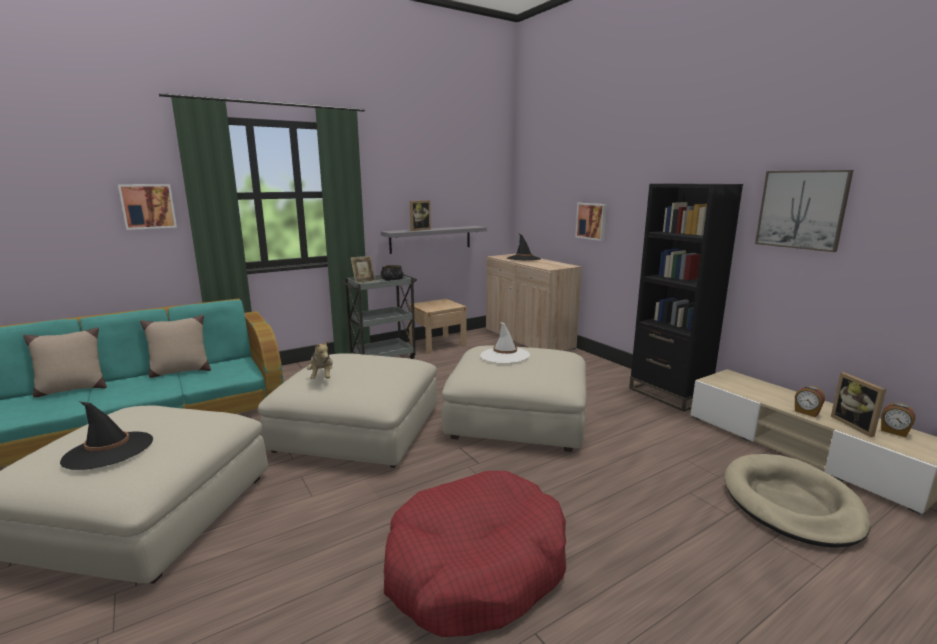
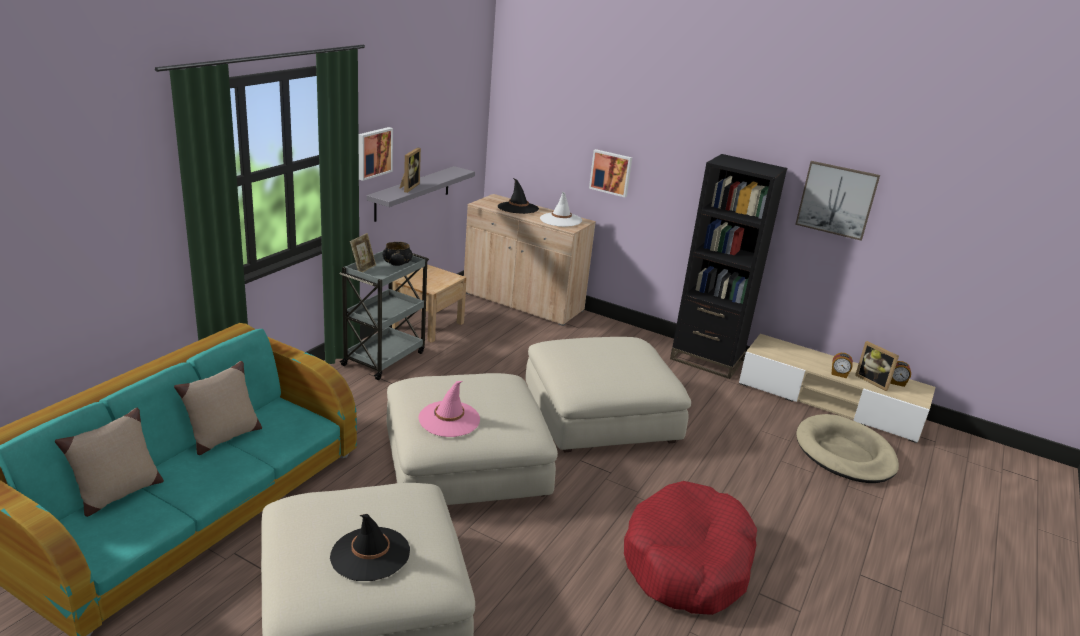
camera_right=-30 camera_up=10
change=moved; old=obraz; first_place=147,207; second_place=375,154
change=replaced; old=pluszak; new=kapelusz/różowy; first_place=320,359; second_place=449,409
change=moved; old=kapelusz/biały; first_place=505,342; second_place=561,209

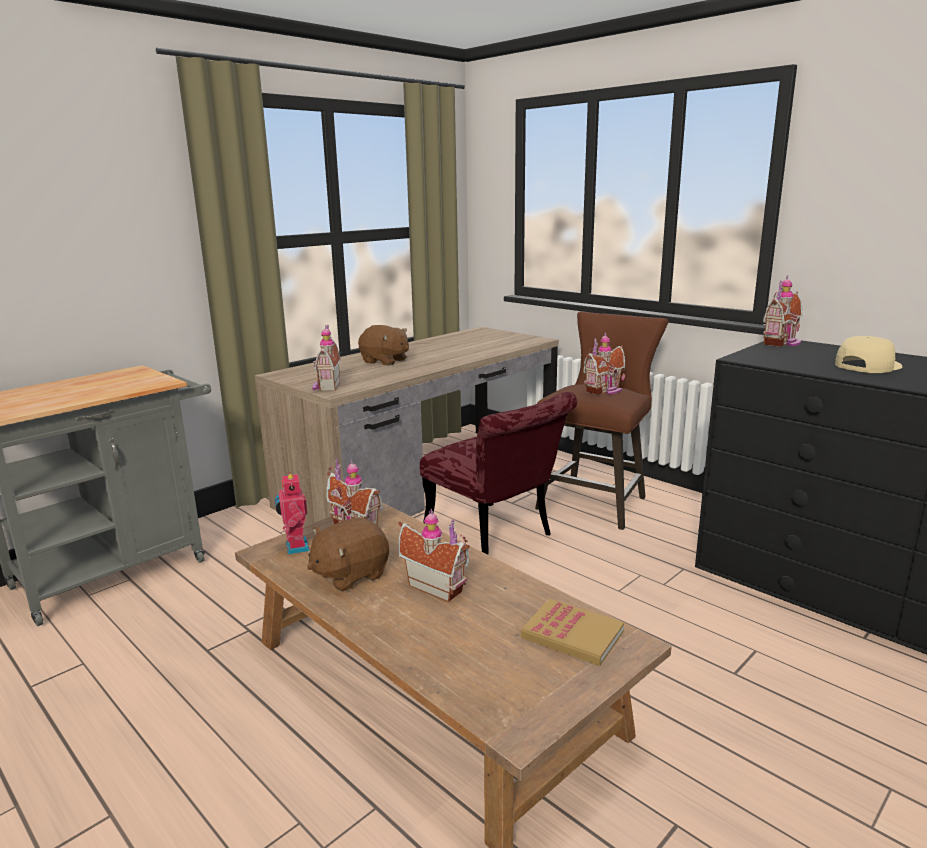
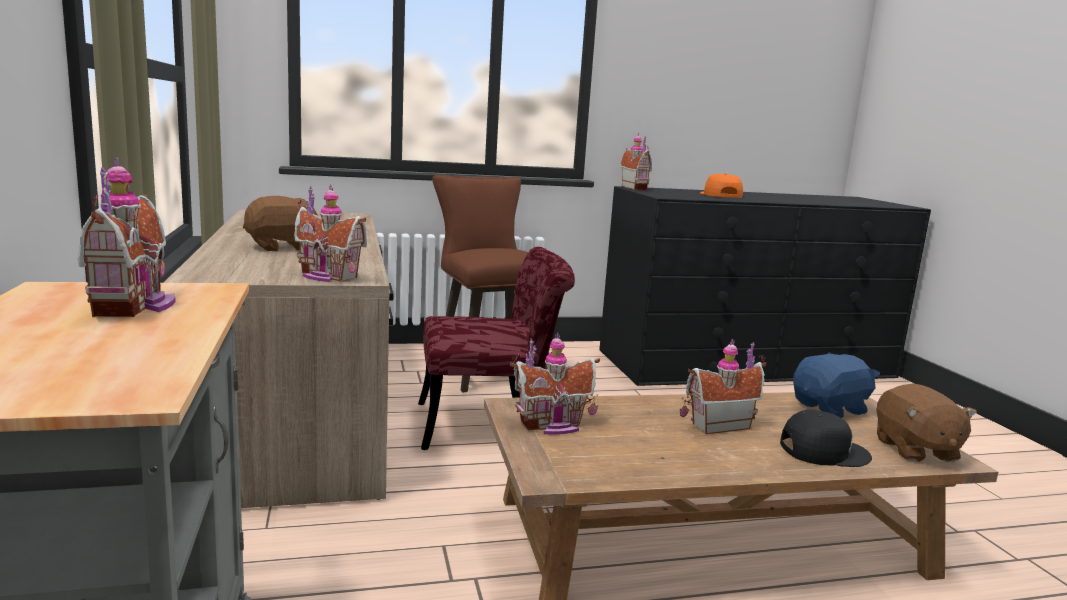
camera_right=-60 camera_up=-5
change=removed; old=robot zabawkowy; first_place=292,513
change=moved; old=pluszak/brązowy; first_place=348,555; second_place=926,422
change=replaced; old=książka; new=pluszak/niebieski; first_place=572,632; second_place=836,385
change=moved; old=domek; first_place=604,363; second_place=127,237
change=recoloured; old=czapka z daszkiem/beżowy; new=czapka z daszkiem/pomarańczowy; first_place=868,354; second_place=721,185
change=added; new=czapka z daszkiem/czarny; second_place=826,438

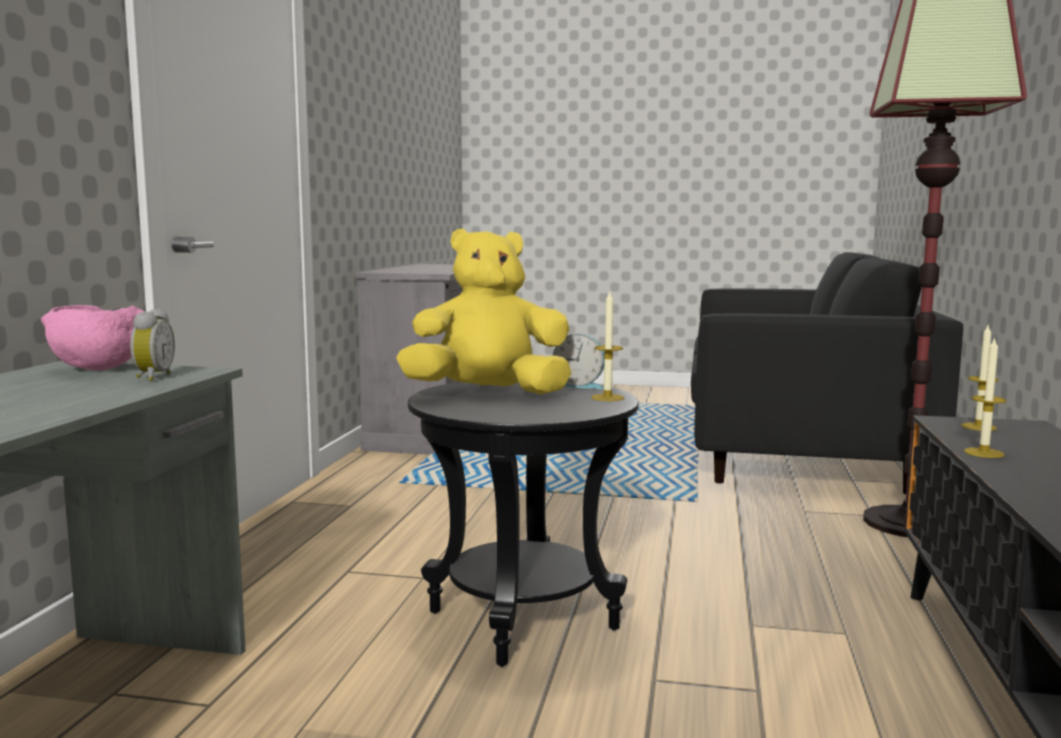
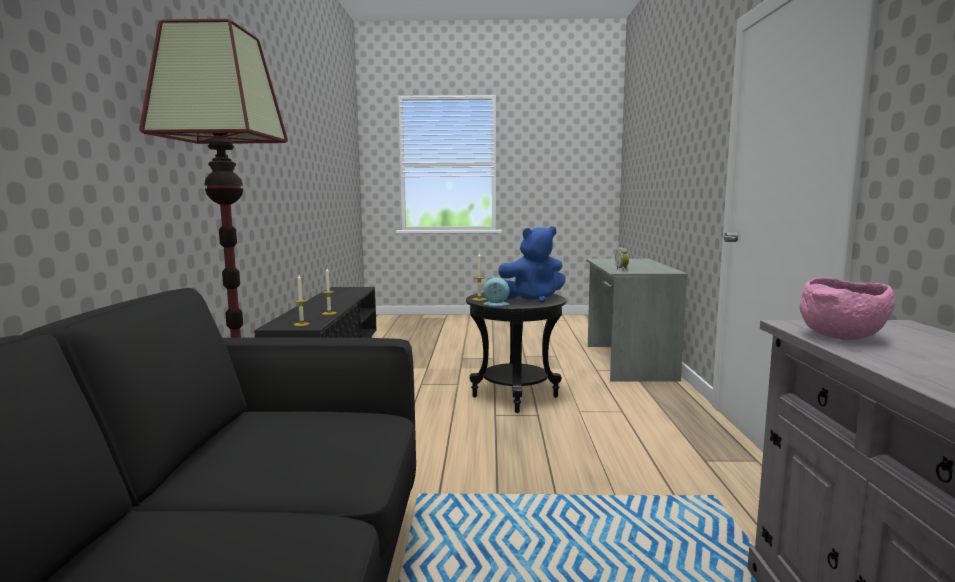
camera_right=170 camera_up=0
change=moved; old=miska/różowy; first_place=93,337; second_place=847,308
change=recoloured; old=pluszak/żółty; new=pluszak/niebieski; first_place=484,311; second_place=532,264

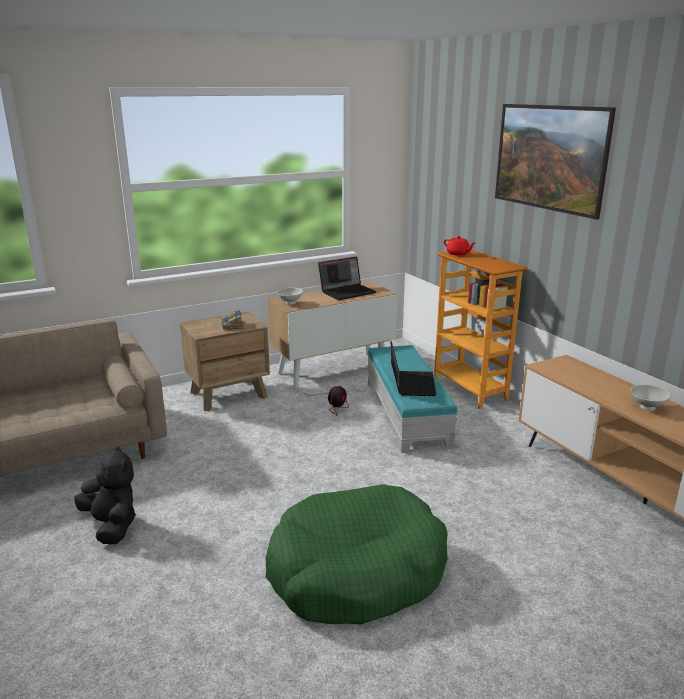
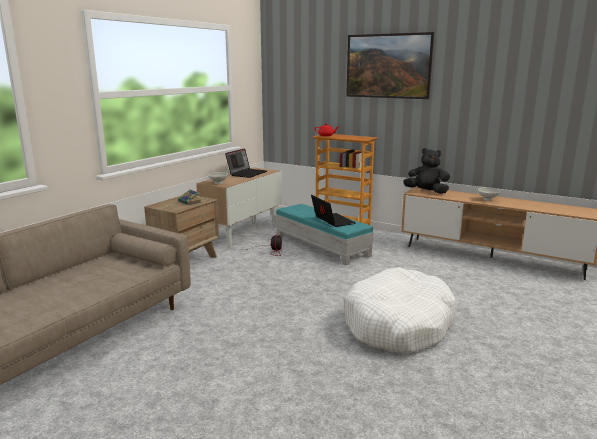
camera_right=-30 camera_up=-5
change=moved; old=pluszak/czarny; first_place=105,495; second_place=426,171
change=recoloured; old=legowisko/zielony; new=legowisko/biały; first_place=356,554; second_place=400,310

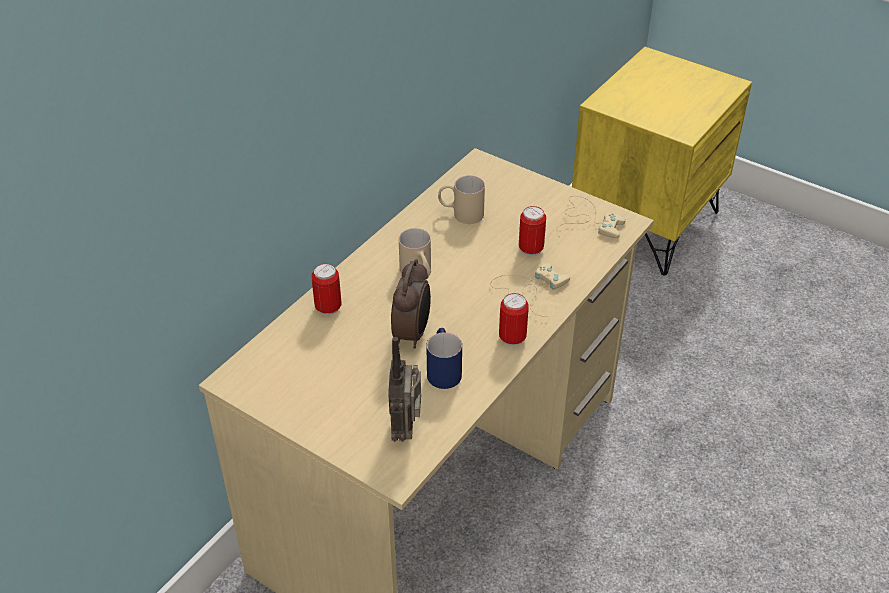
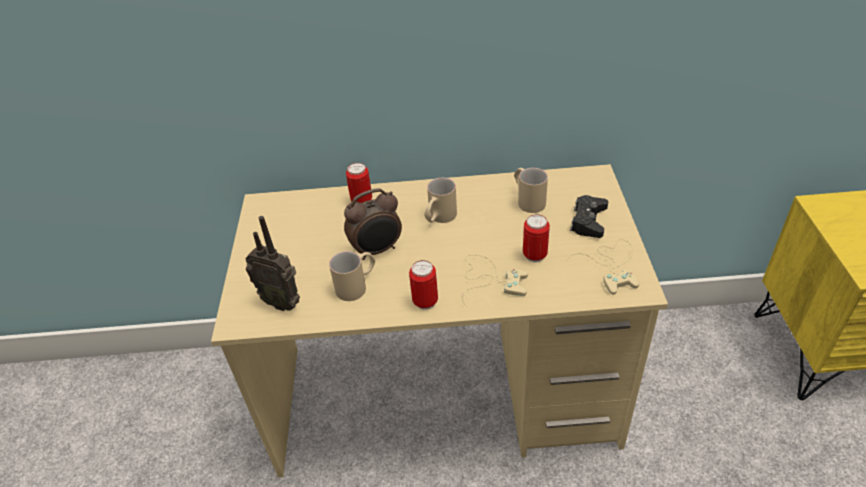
camera_right=55 camera_up=0
change=turned; old=radio; first_place=404,389; second_place=272,263; degrees=-120
change=recoloured; old=kubek/niebieski; new=kubek/beżowy; first_place=444,358; second_place=352,276
change=added; new=pad do gier/czarny; second_place=589,216

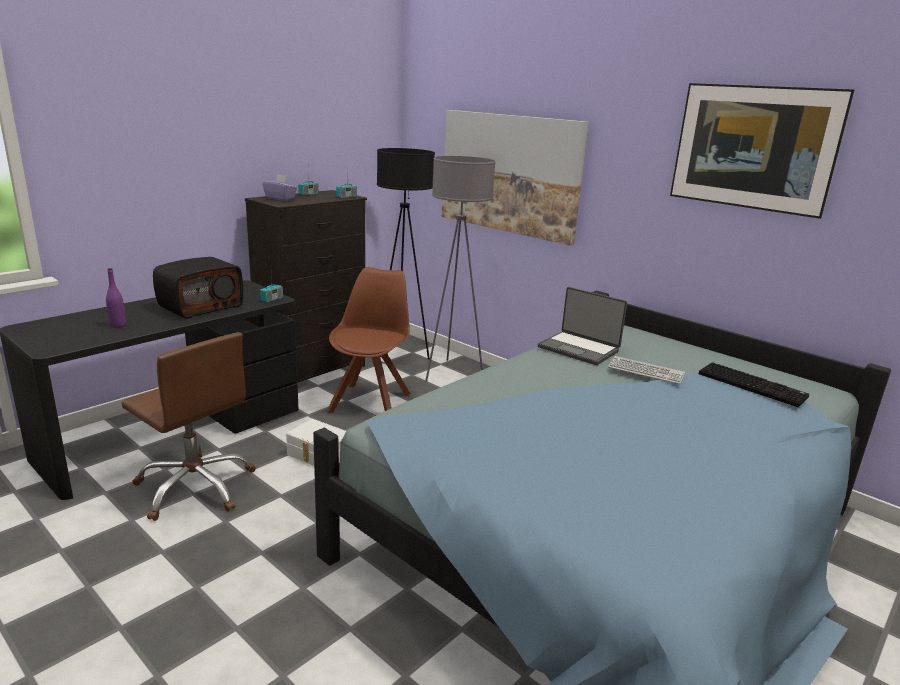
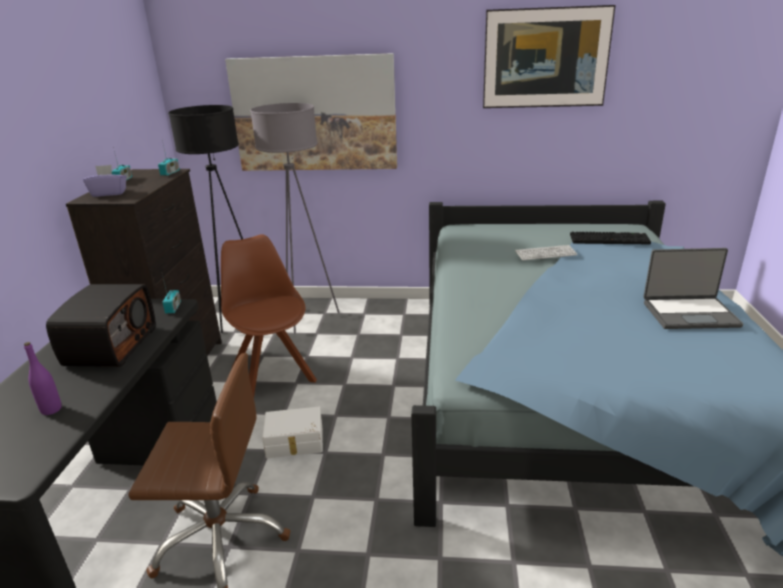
camera_right=-35 camera_up=5
change=moved; old=laptop; first_place=582,326; second_place=693,288

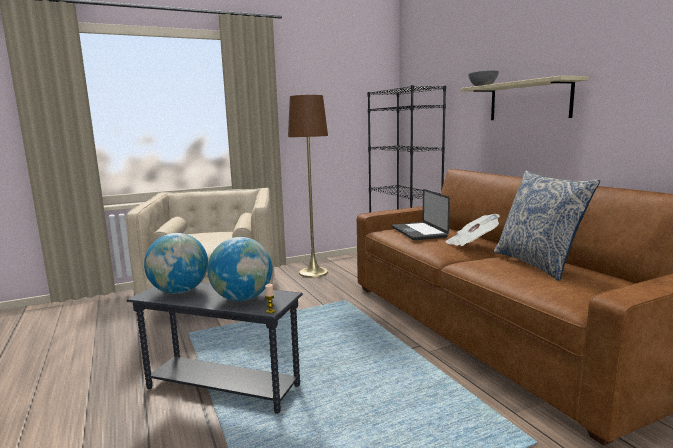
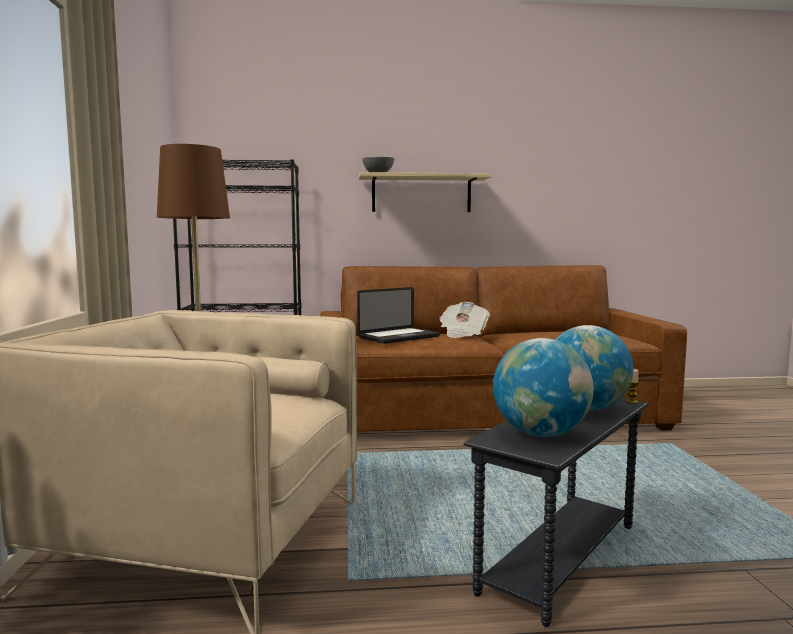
camera_right=-70 camera_up=-5
change=turned; old=laptop; first_place=421,214; second_place=398,315; degrees=-45
change=removed; old=poduszka; first_place=547,226

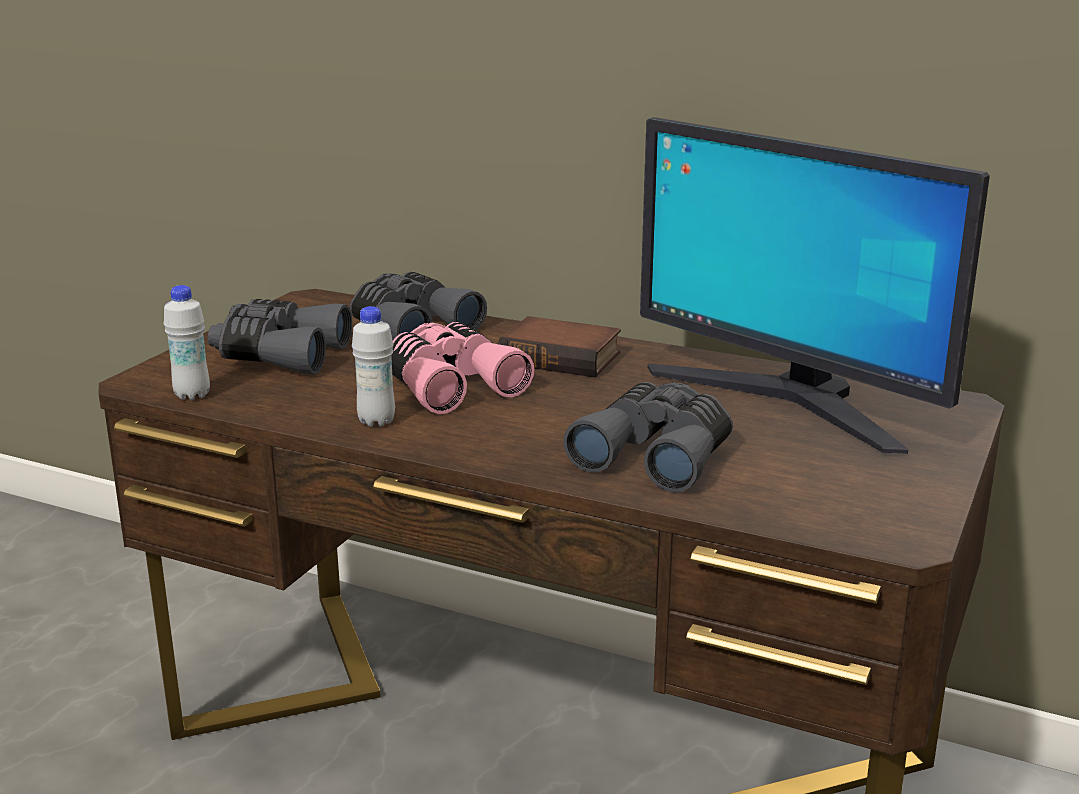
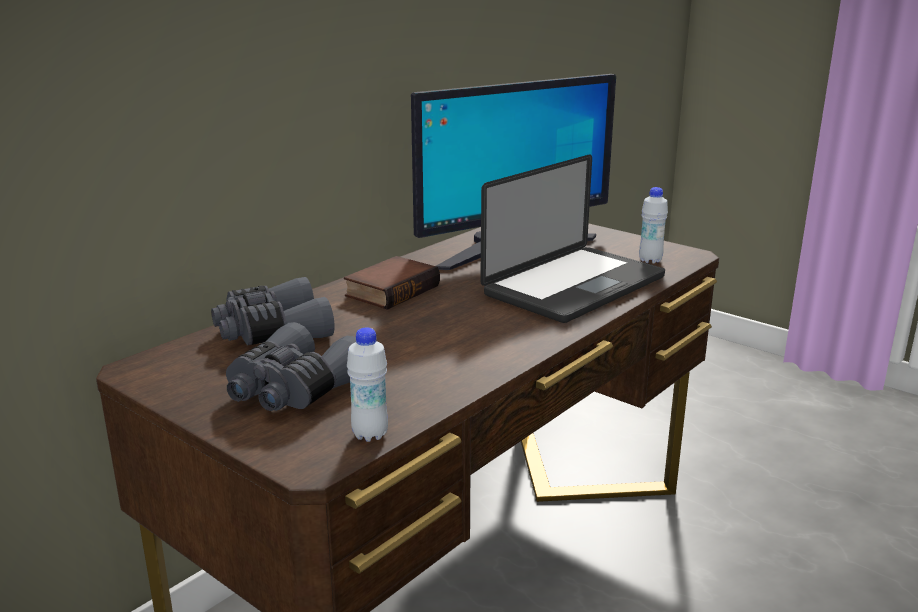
camera_right=-75 camera_up=0
change=moved; old=butelka/biały; first_place=373,366; second_place=653,225
change=removed; old=lornetka/różowy; first_place=462,368
change=replaced; old=lornetka/szary; new=laptop; first_place=648,437; second_place=572,239

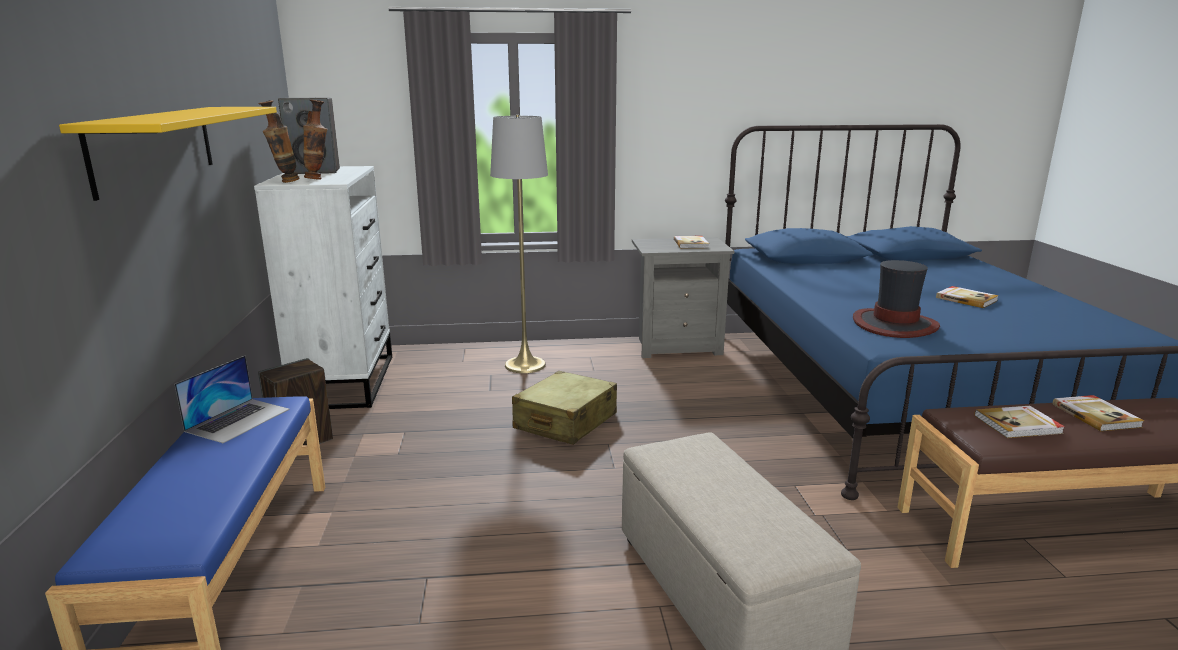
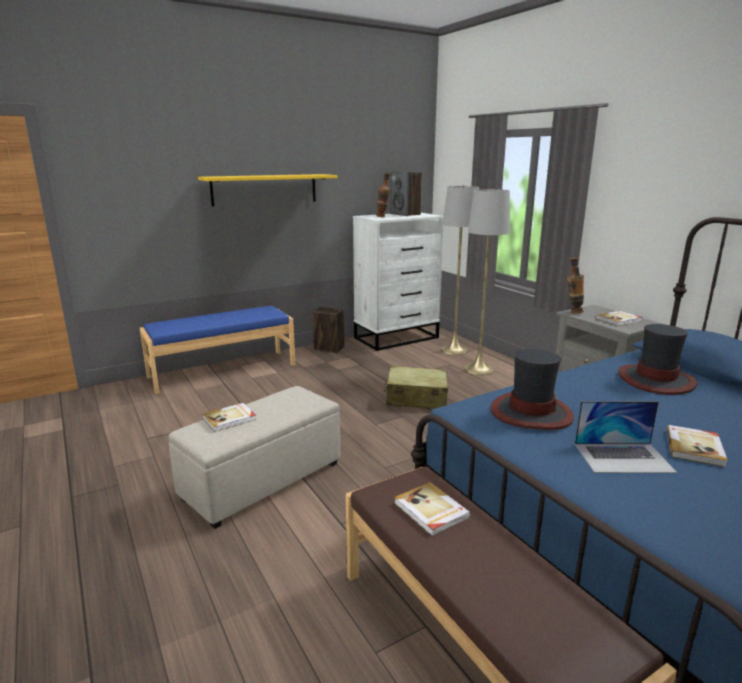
camera_right=65 camera_up=0
change=moved; old=laptop; first_place=232,399; second_place=626,437
change=moved; old=wazon; first_place=279,141; second_place=575,285
change=moved; old=książka; first_place=1098,413; second_place=229,417
change=added; new=lampa stojąca/szary; second_place=460,270
change=added; new=kapelusz; second_place=658,359

